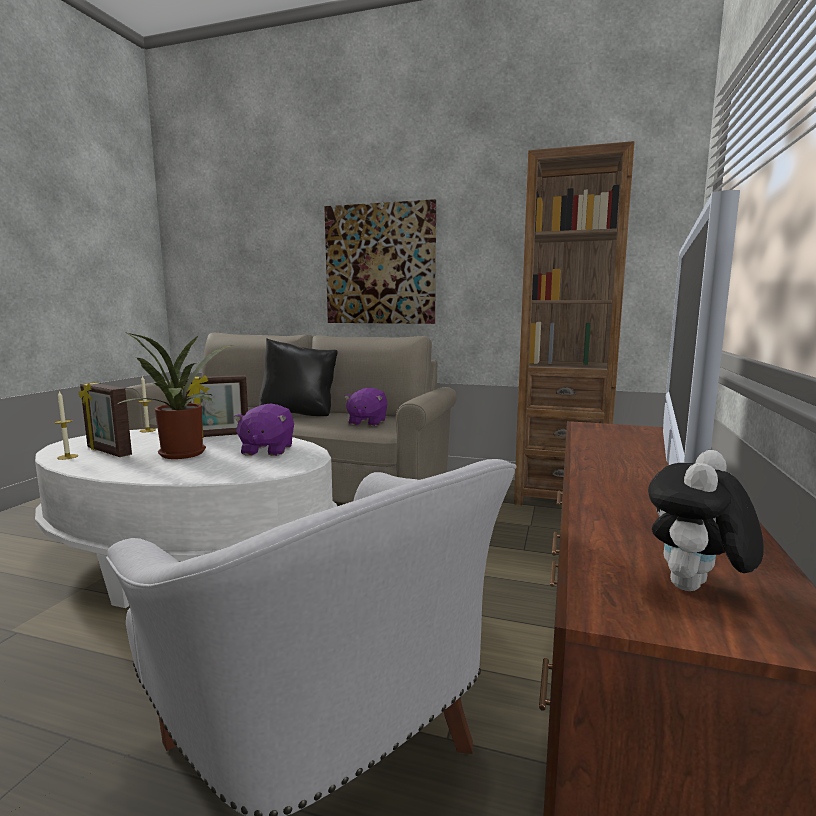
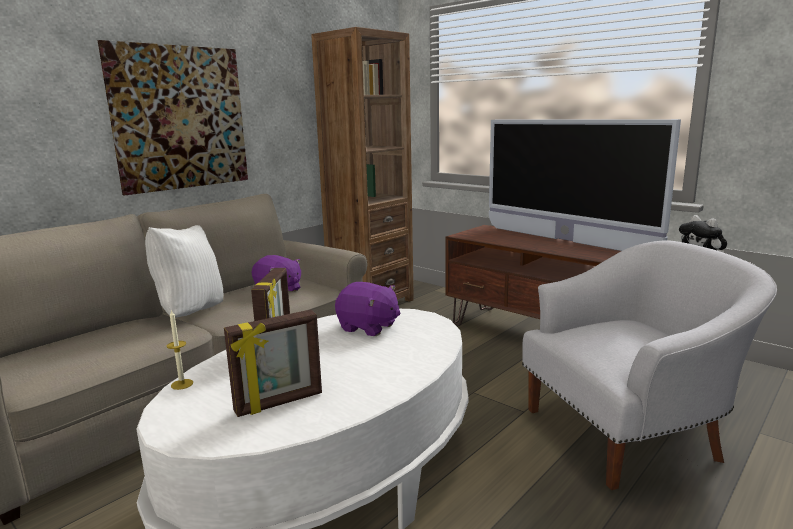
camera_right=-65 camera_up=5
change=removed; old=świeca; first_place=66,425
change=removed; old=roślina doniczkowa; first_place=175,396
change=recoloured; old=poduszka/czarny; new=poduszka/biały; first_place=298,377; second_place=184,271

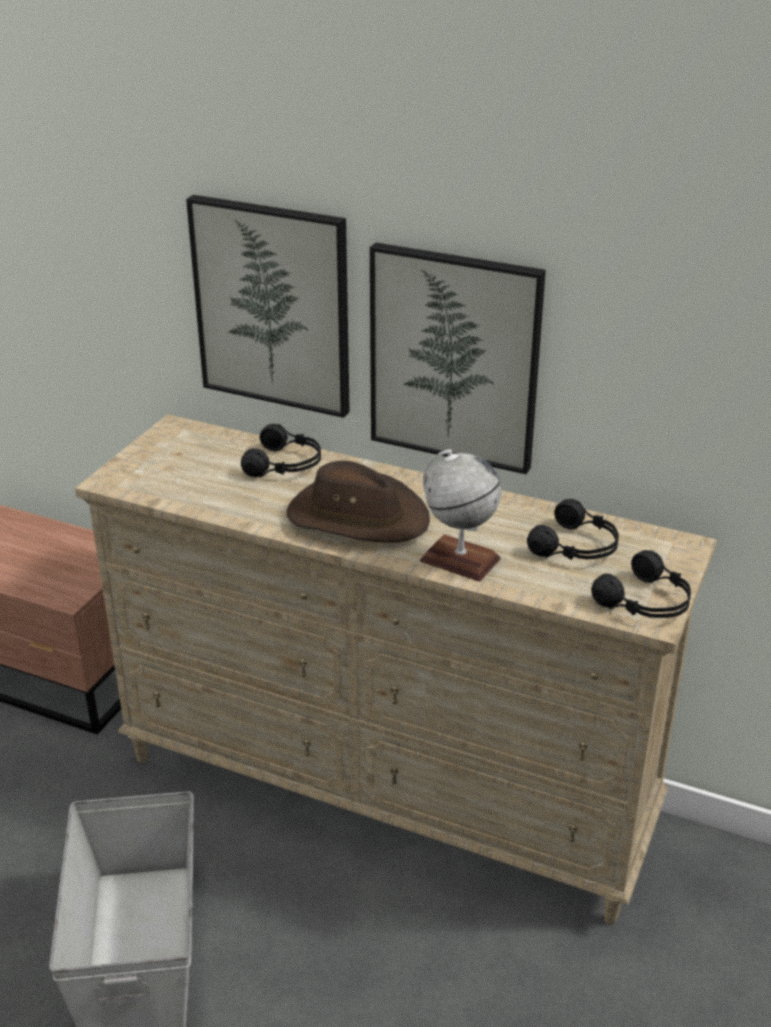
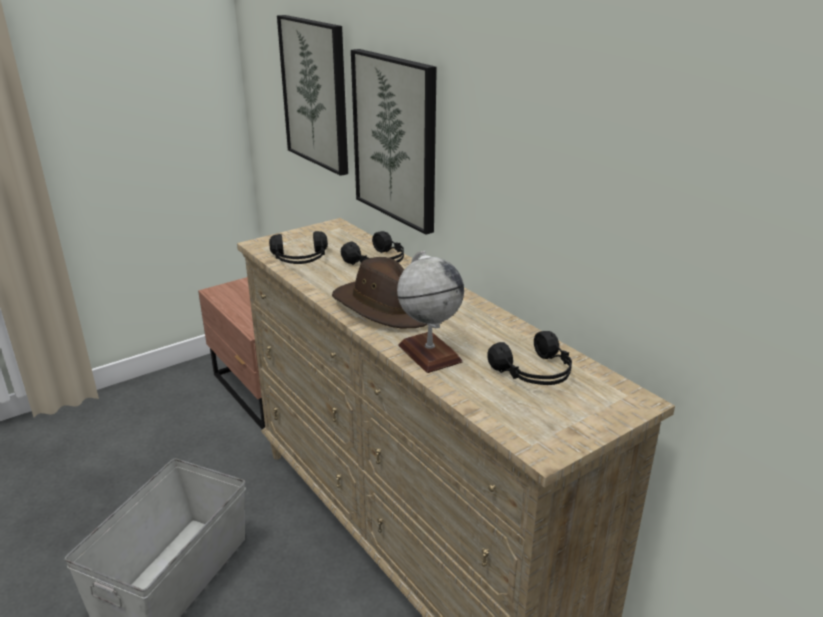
camera_right=30 camera_up=-5
change=moved; old=obraz; first_place=458,358; second_place=312,95
change=moved; old=słuchawki/czarny; first_place=641,584; second_place=298,247

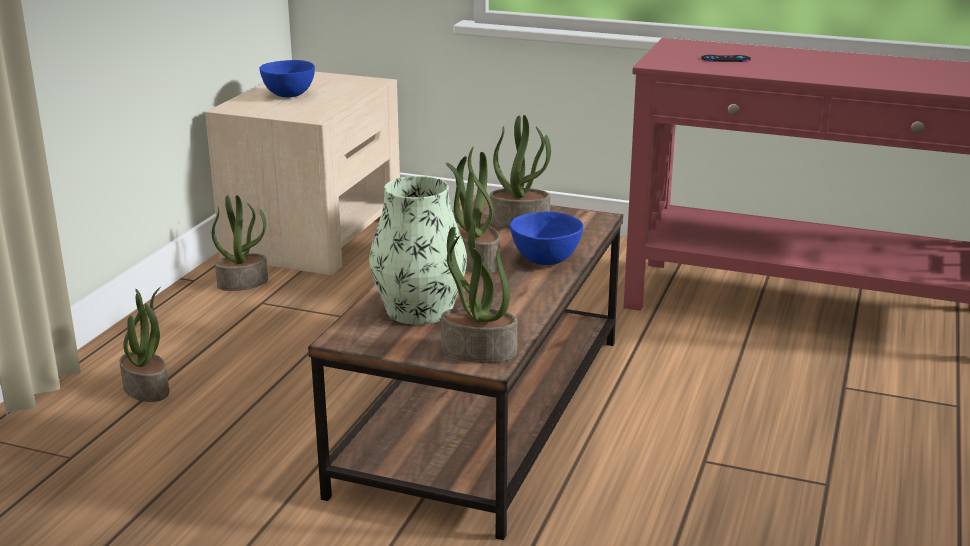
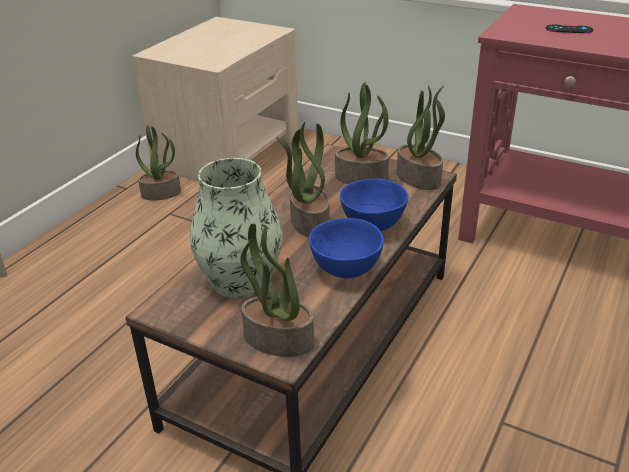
camera_right=10 camera_up=10
change=moved; old=roślina doniczkowa; first_place=144,344; second_place=421,137
change=moved; old=miska/niebieski; first_place=287,79; second_place=346,248

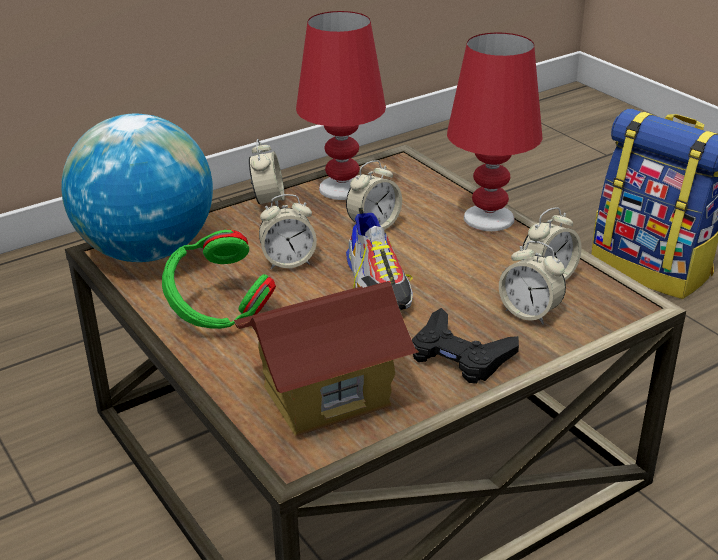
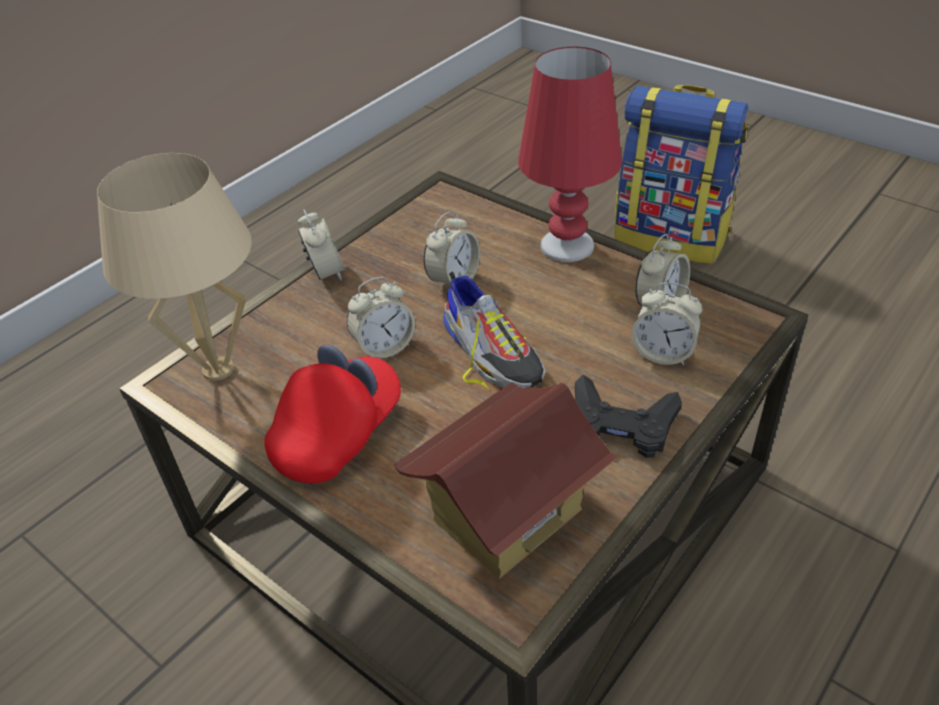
camera_right=-15 camera_up=10
change=replaced; old=globus; new=lampa stołowa/beżowy; first_place=137,188; second_place=174,267
change=replaced; old=słuchawki/zielony; new=czapka z daszkiem/czerwony; first_place=219,279; second_place=332,414
change=removed; old=lampa stołowa/czerwony; first_place=341,105

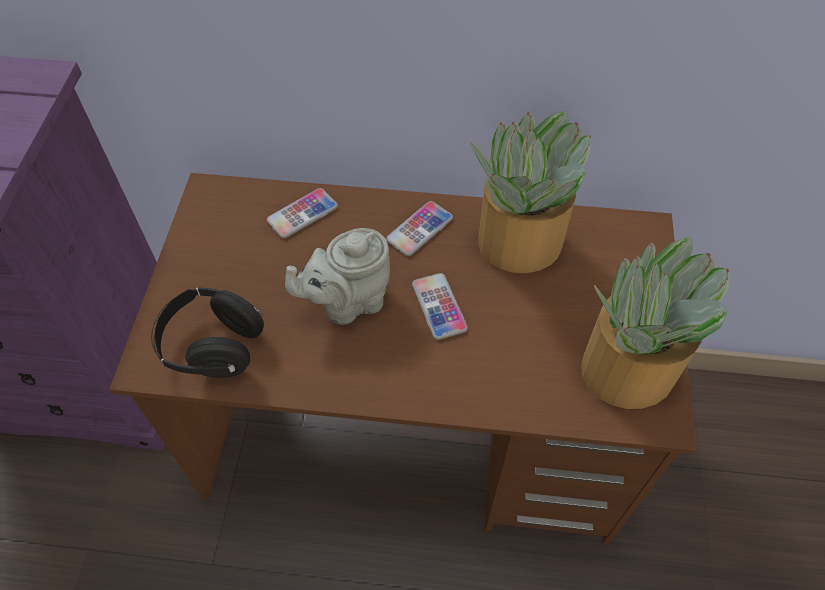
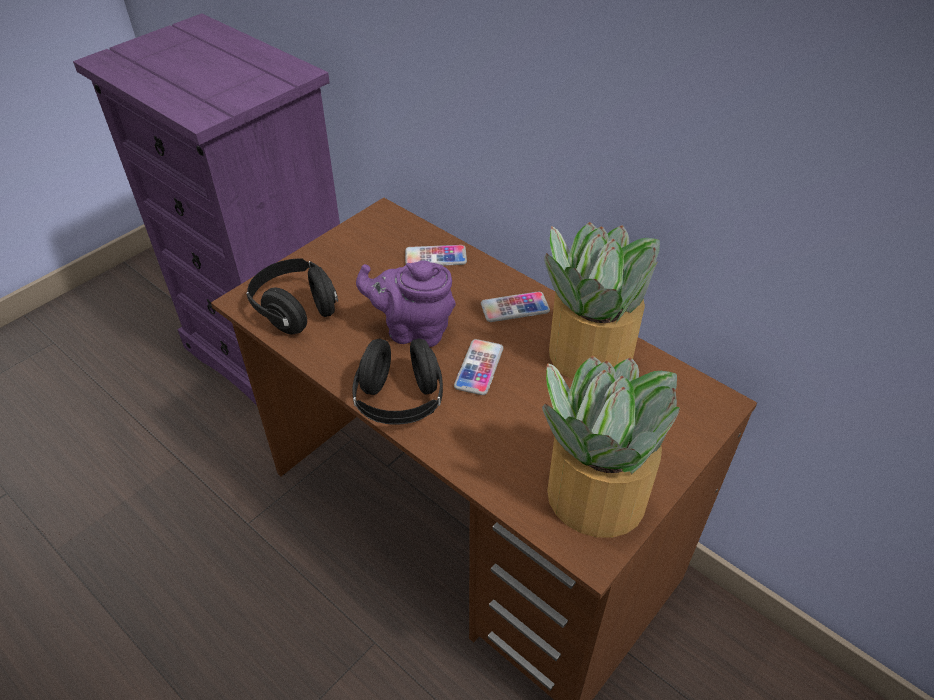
camera_right=35 camera_up=-10
change=recoloured; old=imbryk/szary; new=imbryk/fioletowy; first_place=337,276; second_place=406,303
change=added; new=słuchawki/czarny; second_place=397,381

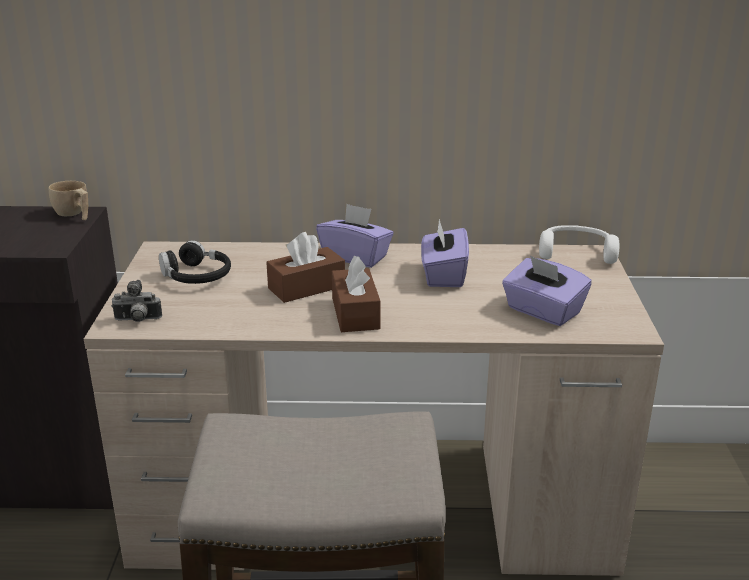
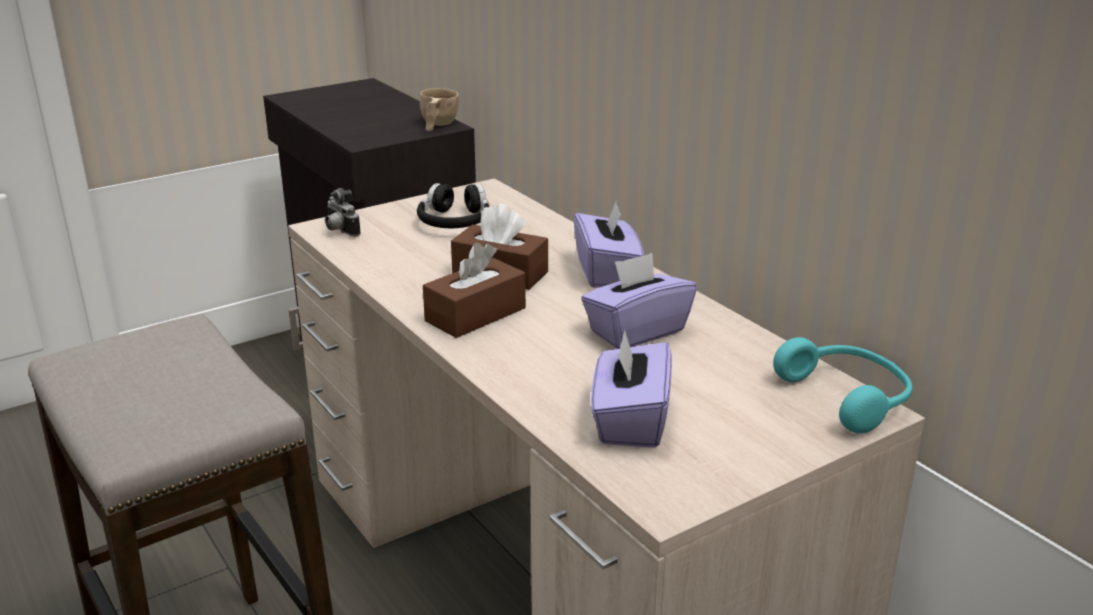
camera_right=55 camera_up=0
change=recoloured; old=słuchawki/biały; new=słuchawki/turkusowy; first_place=579,244; second_place=843,385

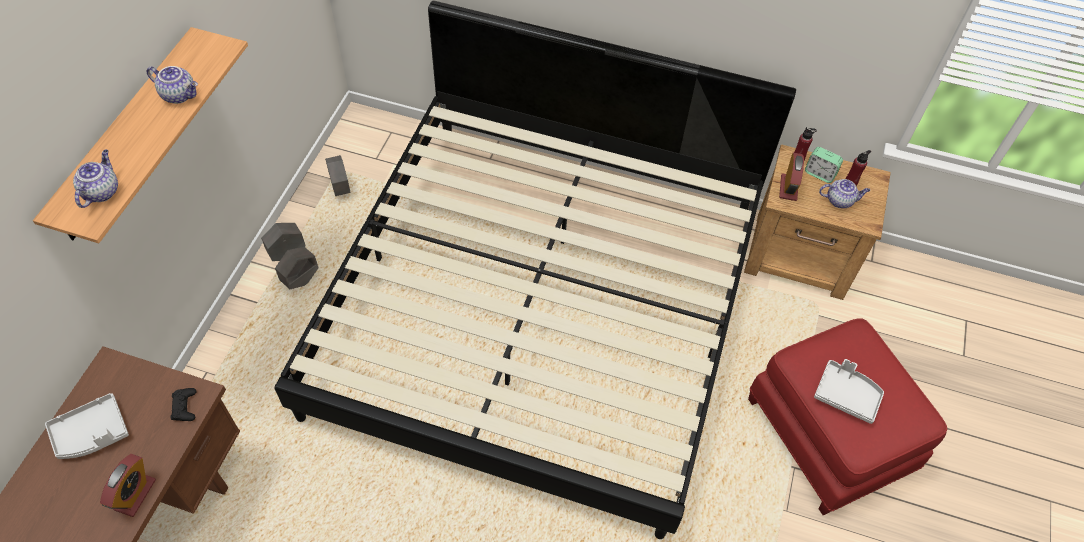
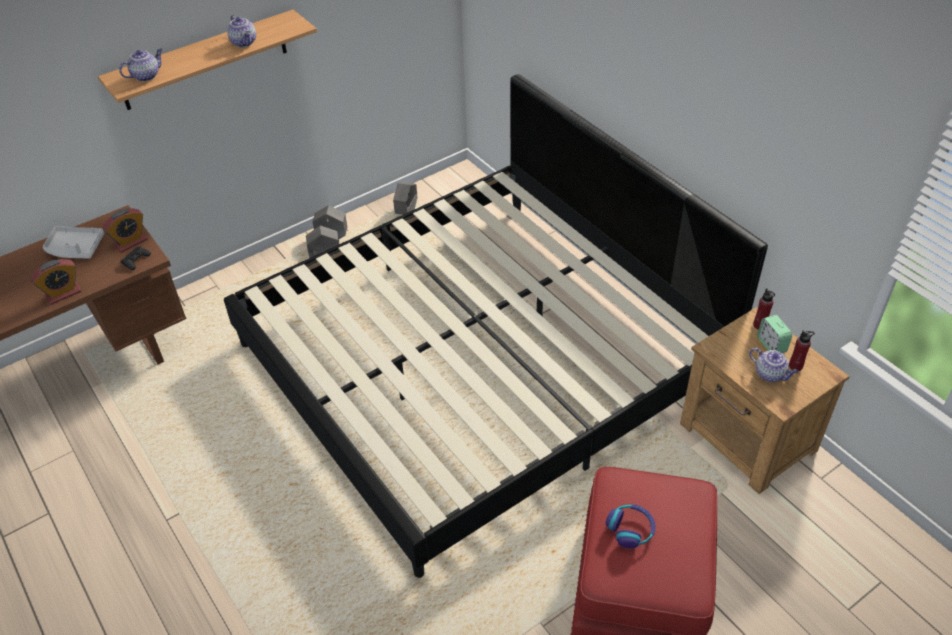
camera_right=40 camera_up=-10
change=moved; old=budzik; first_place=791,177; second_place=125,230
change=replaced; old=taca/szary; new=słuchawki; first_place=849,391; second_place=631,526

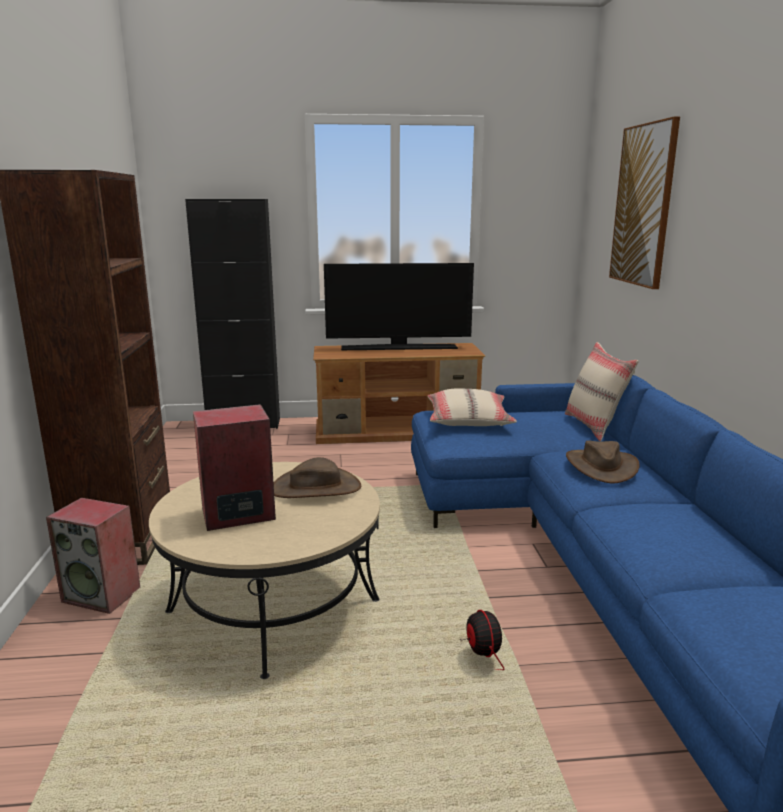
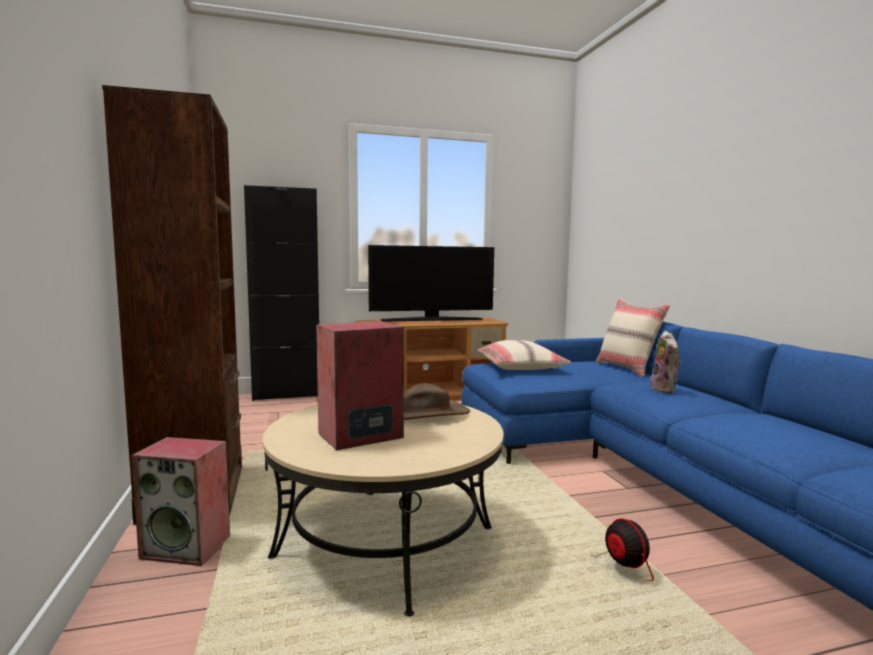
camera_right=-10 camera_up=-10
change=replaced; old=kapelusz/brązowy; new=pluszak; first_place=603,462; second_place=666,362
change=removed; old=obraz; first_place=644,203

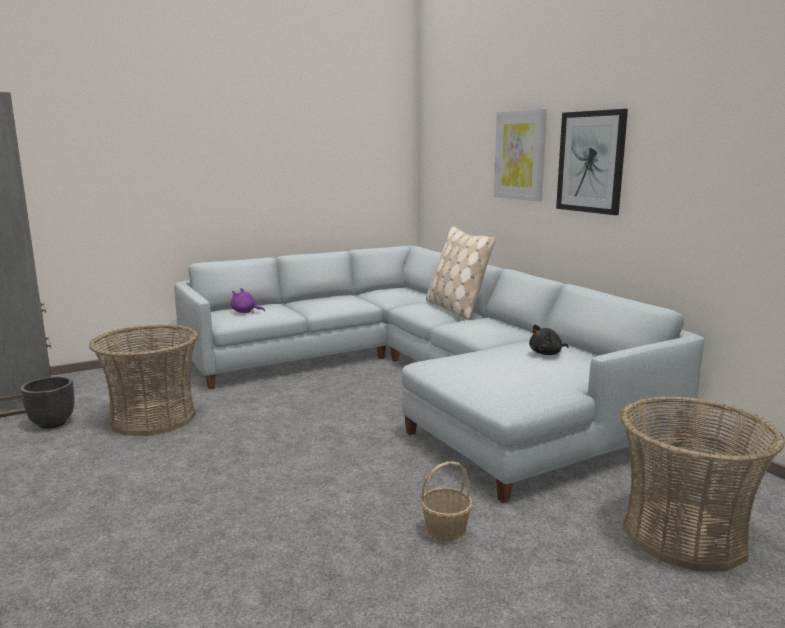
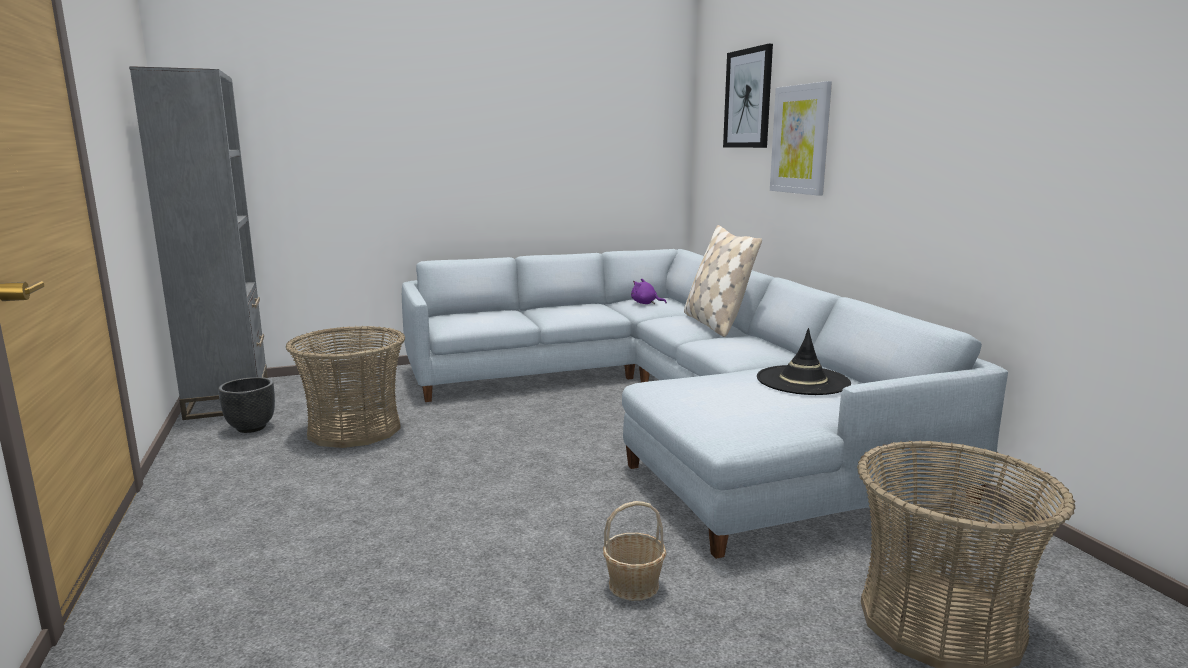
camera_right=10 camera_up=0
change=moved; old=pluszak/fioletowy; first_place=248,300; second_place=649,291
change=replaced; old=pluszak/czarny; new=kapelusz/czarny; first_place=549,340; second_place=804,361
change=moved; old=obraz; first_place=592,162; second_place=748,96

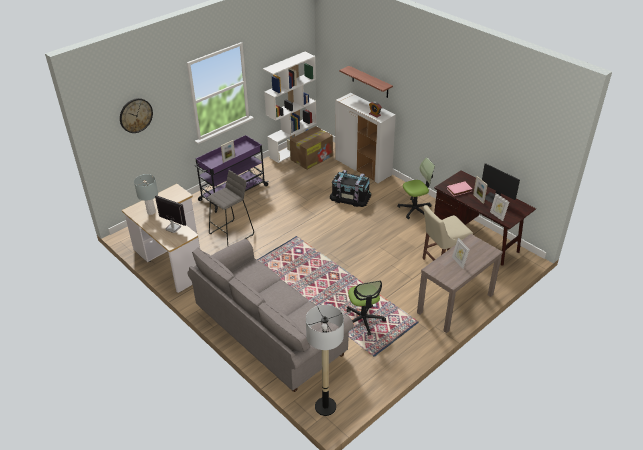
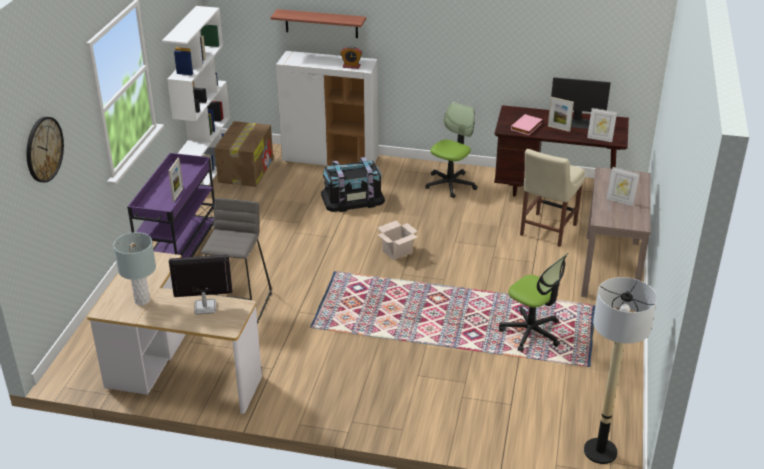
camera_right=-35 camera_up=-5
change=removed; old=kanapa/szary; first_place=271,315
change=added; new=karton; second_place=397,240

